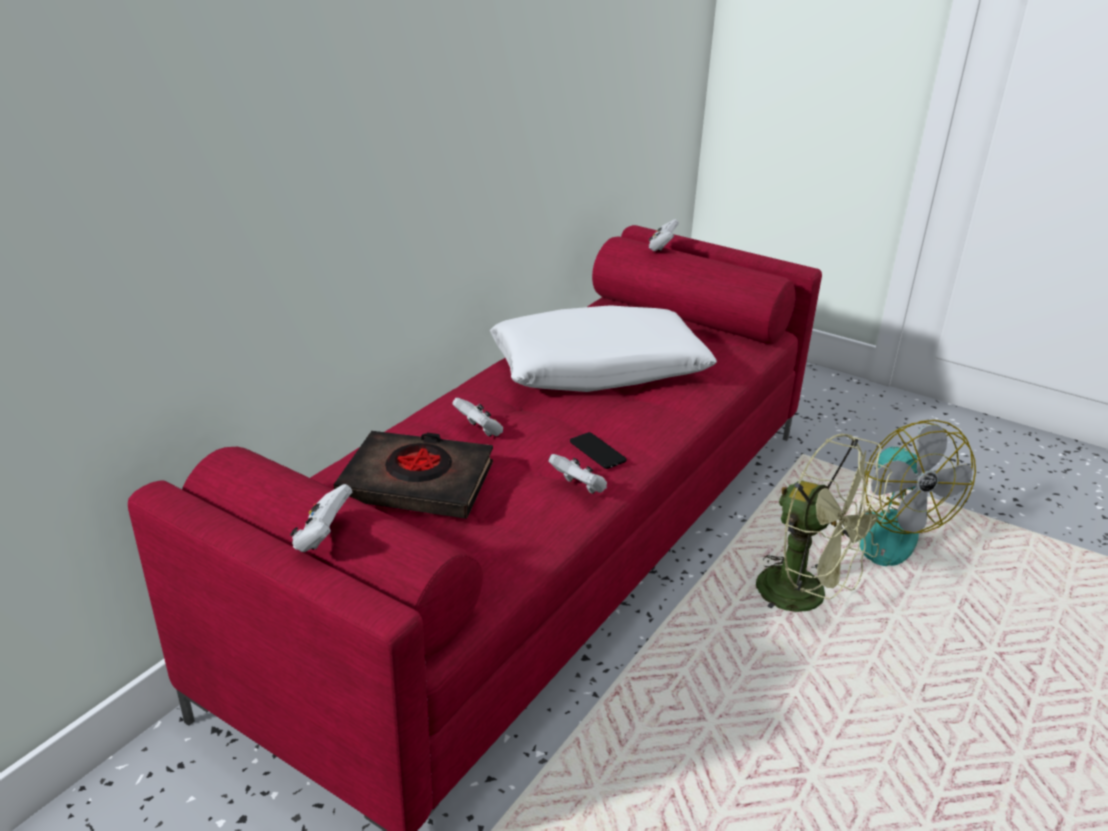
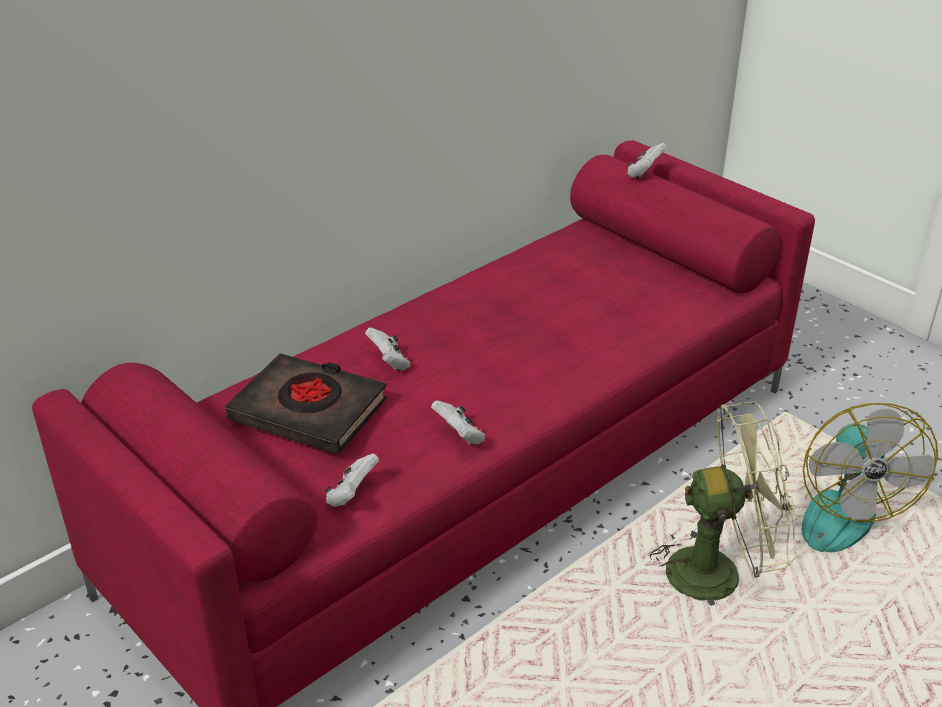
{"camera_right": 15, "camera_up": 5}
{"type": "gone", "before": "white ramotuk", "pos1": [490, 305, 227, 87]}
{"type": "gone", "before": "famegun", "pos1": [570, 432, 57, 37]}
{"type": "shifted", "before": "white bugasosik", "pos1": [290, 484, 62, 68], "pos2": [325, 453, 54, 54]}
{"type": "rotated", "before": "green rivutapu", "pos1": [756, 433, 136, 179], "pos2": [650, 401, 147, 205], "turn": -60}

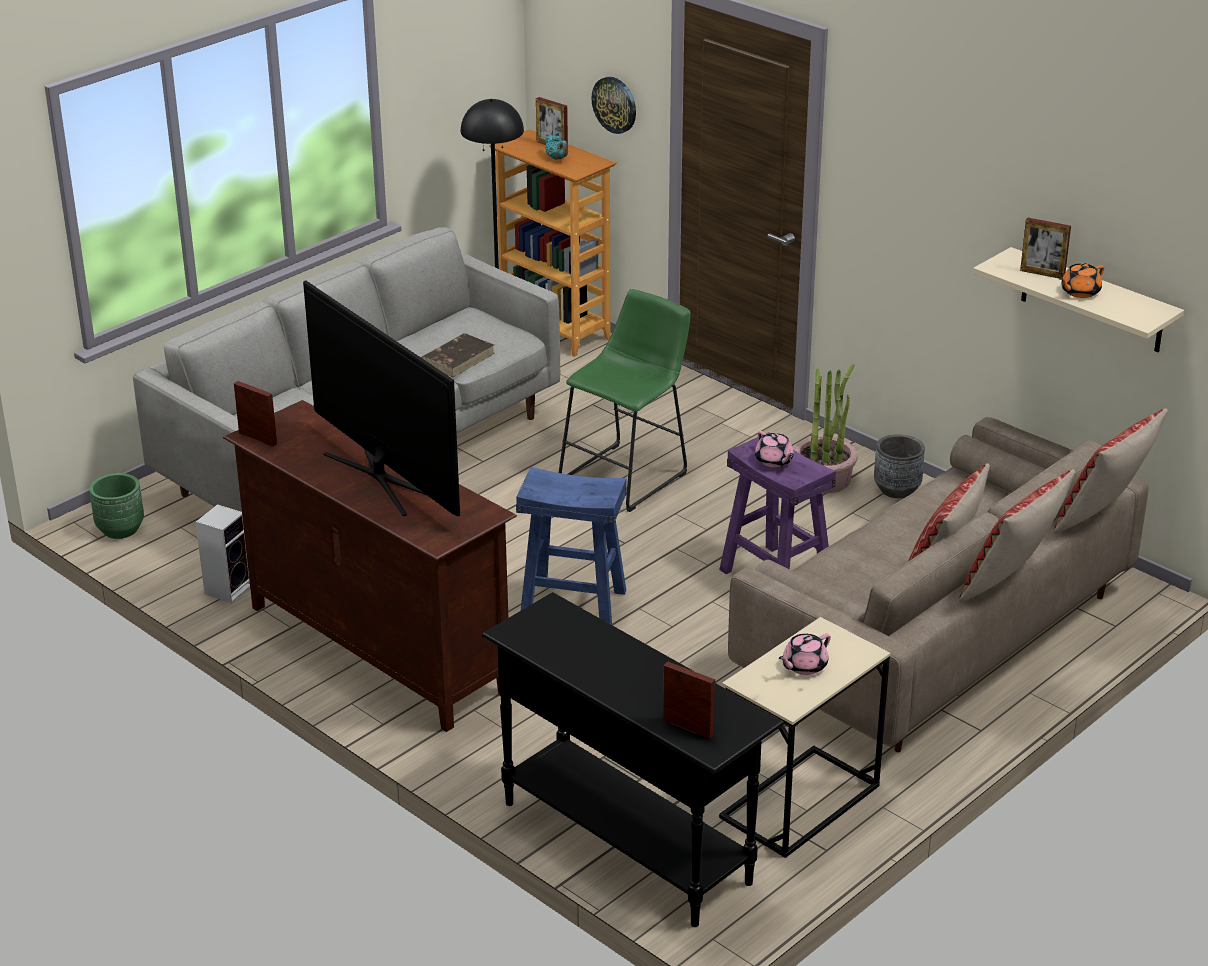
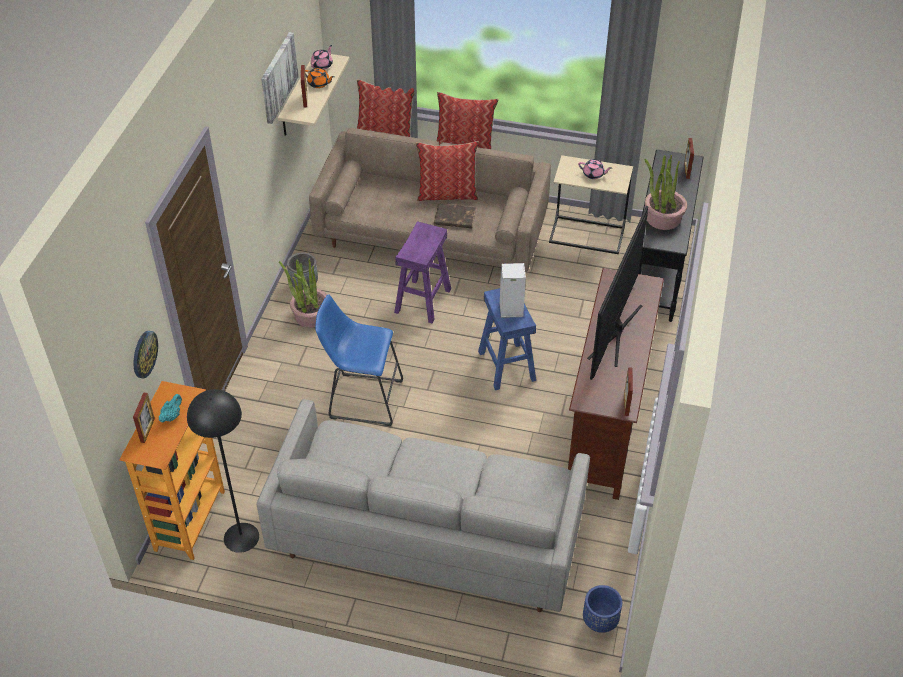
{"camera_right": -120, "camera_up": 15}
{"type": "new", "after": "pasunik", "pos2": [261, 32, 38, 92]}
{"type": "new", "after": "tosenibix", "pos2": [644, 155, 43, 75]}
{"type": "shifted", "before": "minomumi", "pos1": [196, 504, 54, 99], "pos2": [500, 263, 26, 55]}
{"type": "shifted", "before": "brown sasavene", "pos1": [421, 333, 74, 44], "pos2": [434, 204, 42, 24]}
{"type": "shifted", "before": "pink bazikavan", "pos1": [755, 431, 39, 36], "pos2": [311, 45, 22, 25]}
{"type": "repainted", "before": "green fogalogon", "after": "blue fogalogon", "pos1": [89, 473, 55, 66], "pos2": [583, 585, 39, 48]}
{"type": "repainted", "before": "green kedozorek", "after": "blue kedozorek", "pos1": [559, 289, 131, 223], "pos2": [315, 294, 88, 132]}

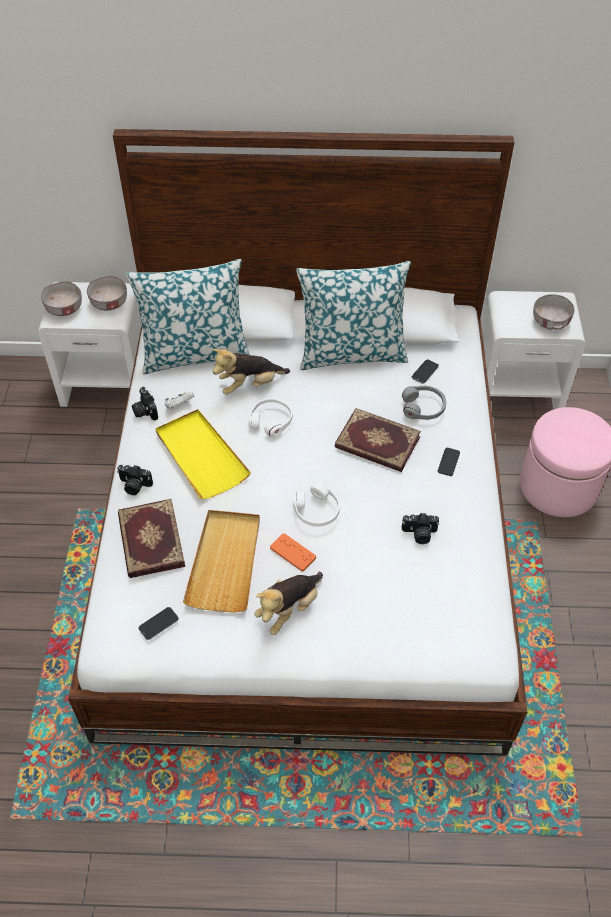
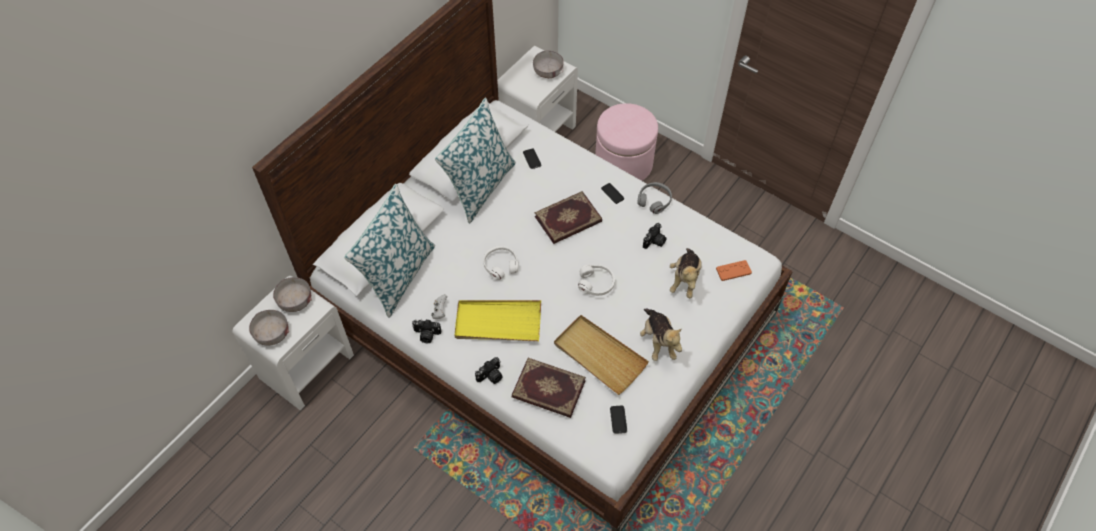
{"camera_right": -55, "camera_up": 5}
{"type": "shifted", "before": "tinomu", "pos1": [213, 349, 77, 46], "pos2": [670, 248, 32, 51]}
{"type": "shifted", "before": "orange bugasosik", "pos1": [270, 533, 46, 39], "pos2": [716, 260, 36, 21]}
{"type": "shifted", "before": "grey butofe", "pos1": [402, 386, 44, 34], "pos2": [637, 182, 35, 32]}

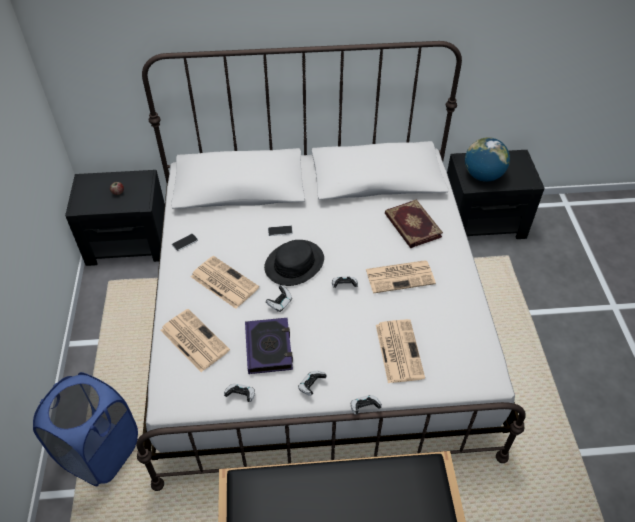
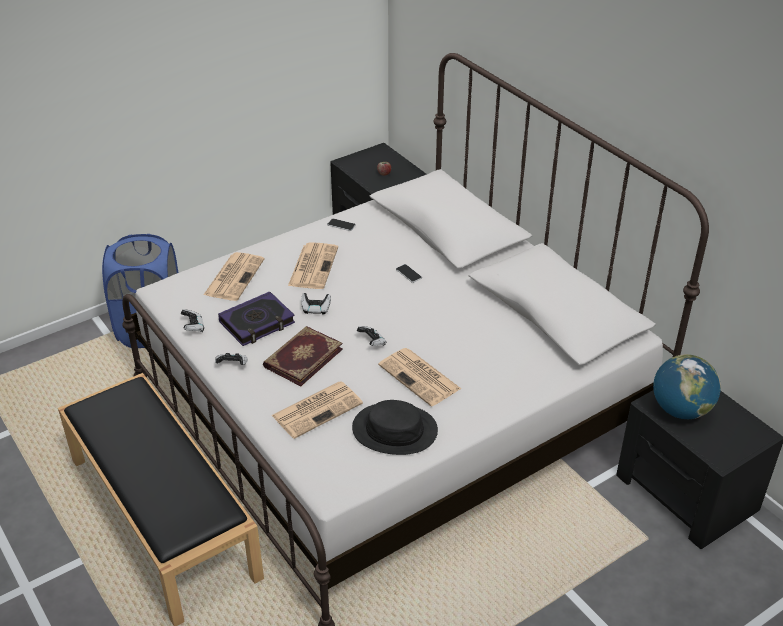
{"camera_right": 60, "camera_up": -10}
{"type": "gone", "before": "bugasosik", "pos1": [351, 395, 31, 20]}
{"type": "shifted", "before": "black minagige", "pos1": [264, 240, 60, 46], "pos2": [352, 400, 86, 55]}
{"type": "shifted", "before": "sasavene", "pos1": [385, 199, 58, 49], "pos2": [263, 326, 80, 60]}

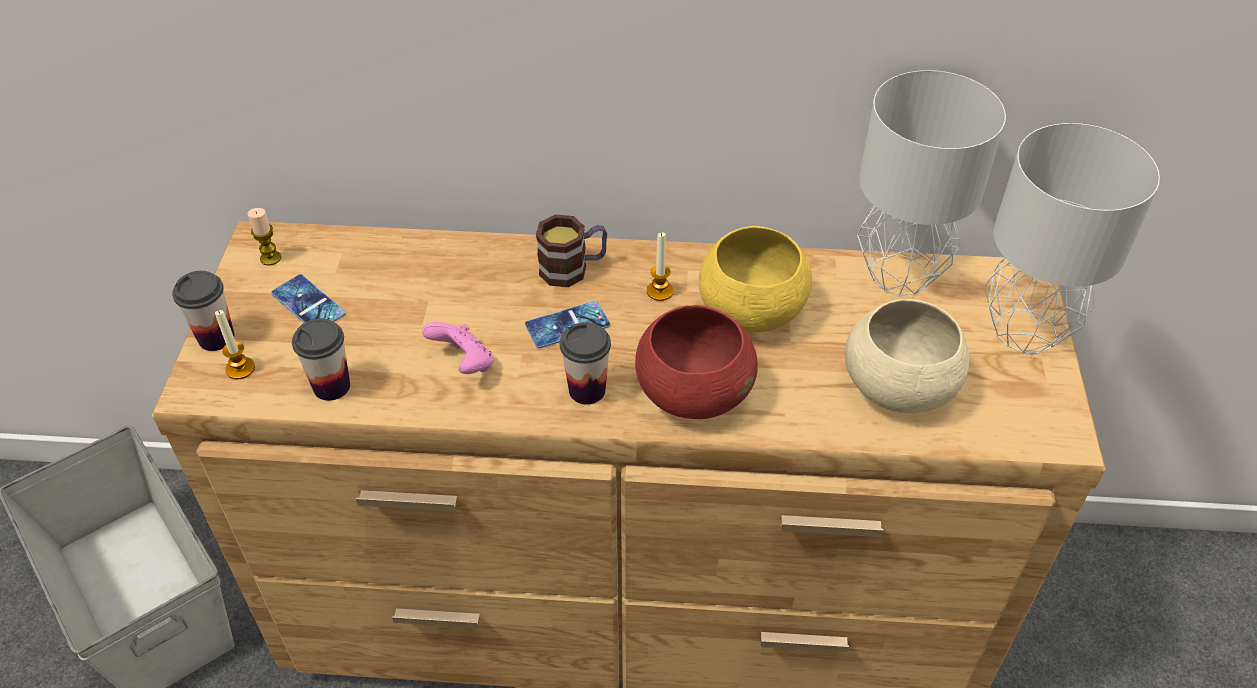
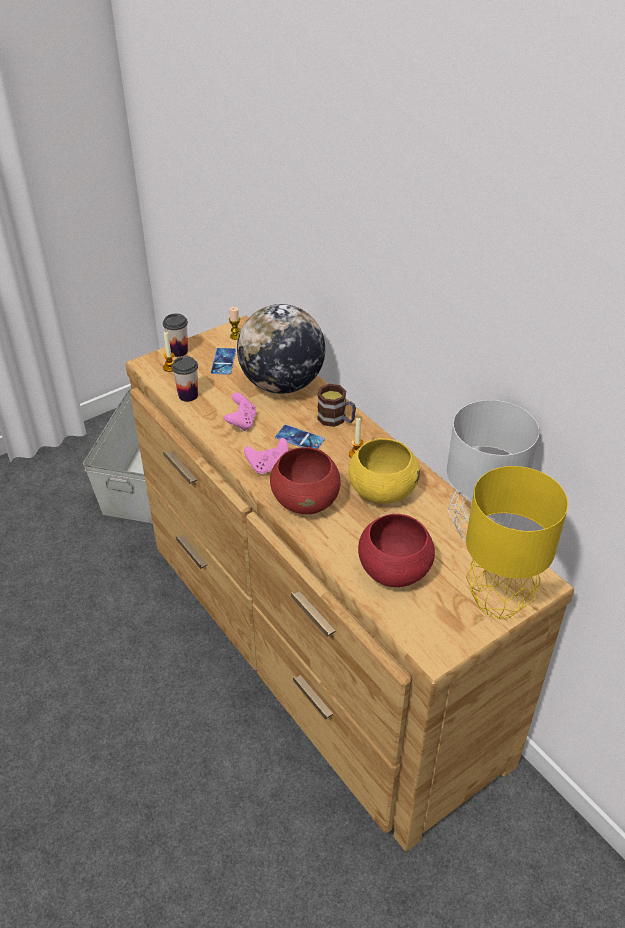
{"camera_right": 50, "camera_up": -5}
{"type": "new", "after": "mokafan", "pos2": [237, 304, 88, 90]}
{"type": "swapped", "before": "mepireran", "after": "pink bugasosik", "pos1": [560, 322, 51, 83], "pos2": [244, 438, 45, 36]}
{"type": "repainted", "before": "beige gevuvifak", "after": "red gevuvifak", "pos1": [845, 299, 124, 114], "pos2": [358, 514, 77, 73]}
{"type": "repainted", "before": "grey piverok", "after": "yellow piverok", "pos1": [984, 123, 176, 230], "pos2": [466, 466, 102, 153]}

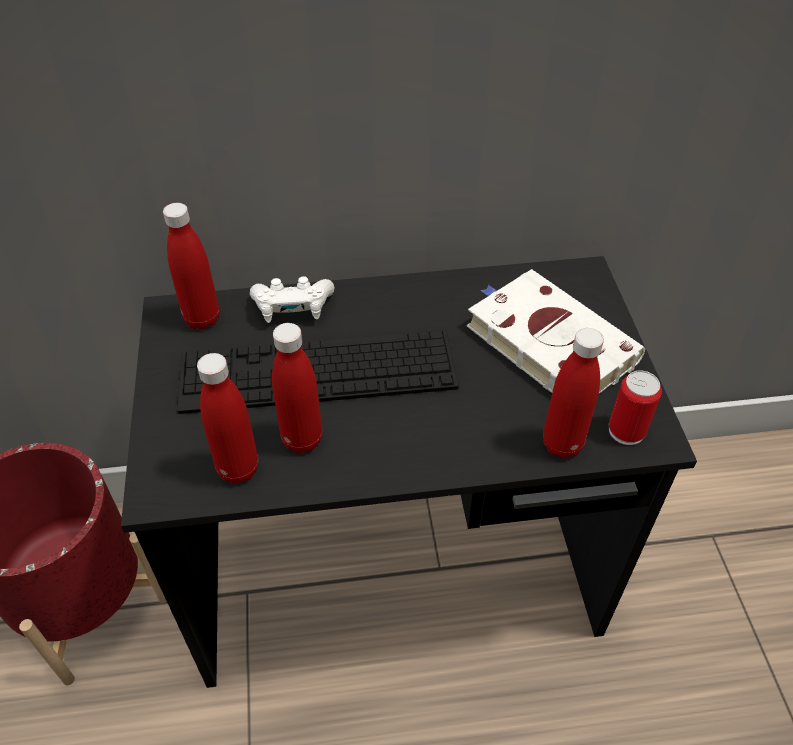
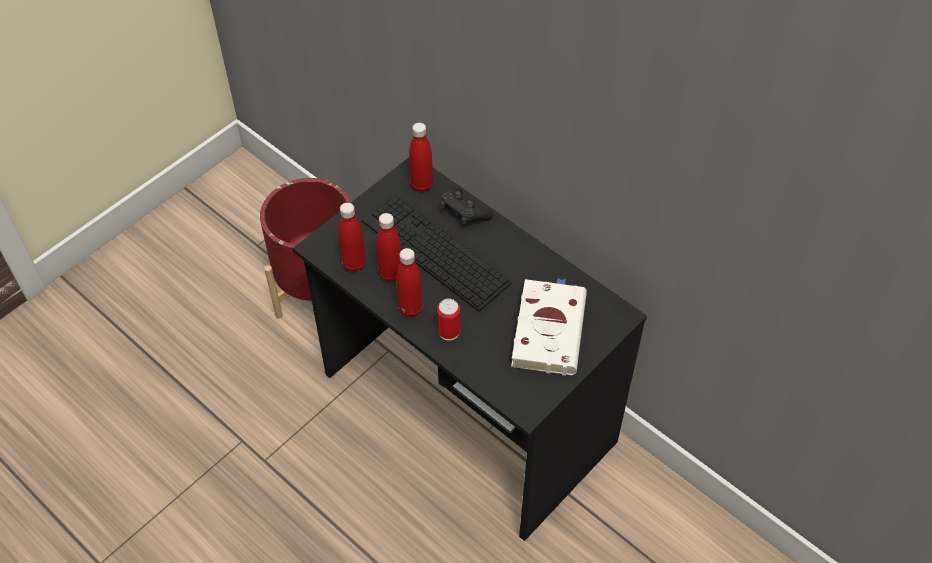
{"camera_right": 50, "camera_up": 5}
{"type": "shifted", "before": "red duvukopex", "pos1": [543, 328, 61, 131], "pos2": [396, 248, 27, 69]}
{"type": "shifted", "before": "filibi", "pos1": [609, 370, 53, 75], "pos2": [437, 299, 23, 42]}
{"type": "repainted", "before": "white bugasosik", "after": "black bugasosik", "pos1": [250, 276, 85, 47], "pos2": [440, 187, 53, 40]}

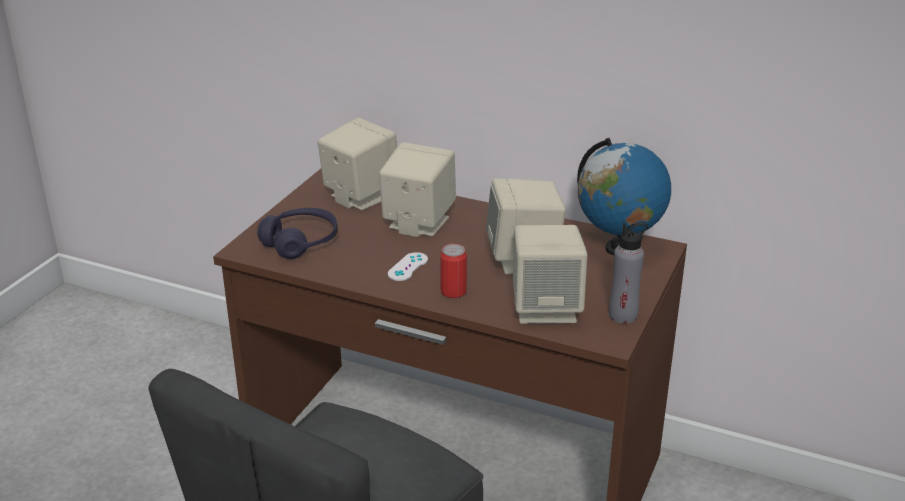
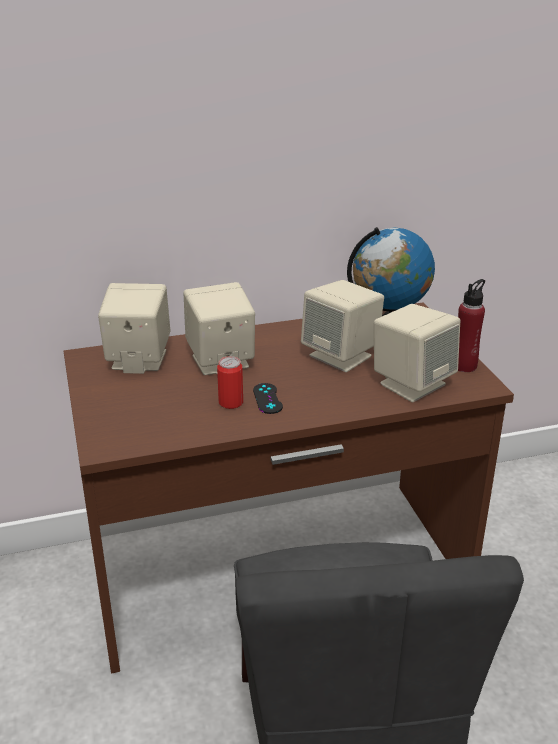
{"camera_right": -40, "camera_up": 0}
{"type": "gone", "before": "purple butofe", "pos1": [257, 208, 81, 51]}
{"type": "shifted", "before": "filibi", "pos1": [440, 244, 27, 54], "pos2": [217, 356, 26, 53]}
{"type": "repainted", "before": "white bugasosik", "after": "black bugasosik", "pos1": [387, 252, 41, 29], "pos2": [253, 383, 30, 31]}
{"type": "repainted", "before": "grey duvukopex", "after": "red duvukopex", "pos1": [609, 222, 39, 102], "pos2": [458, 279, 27, 93]}

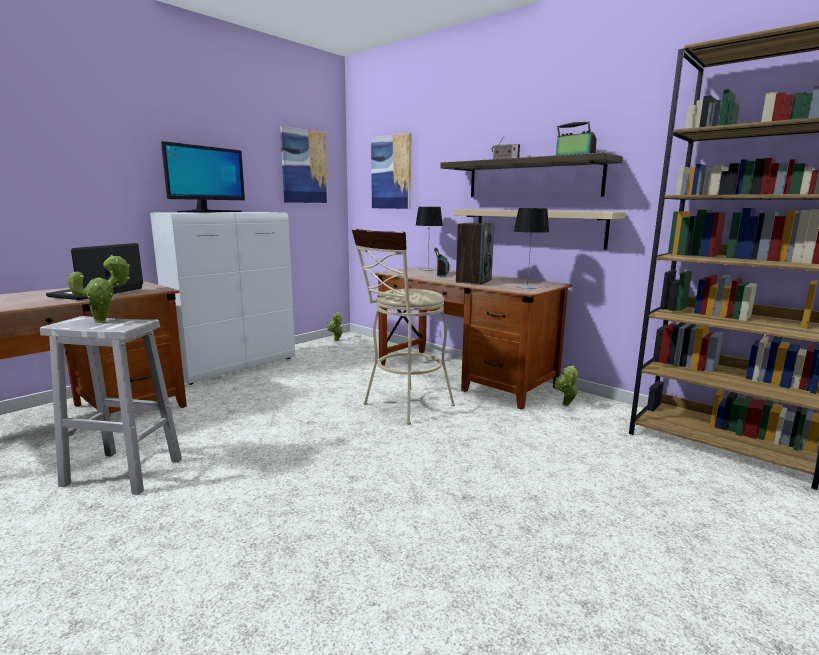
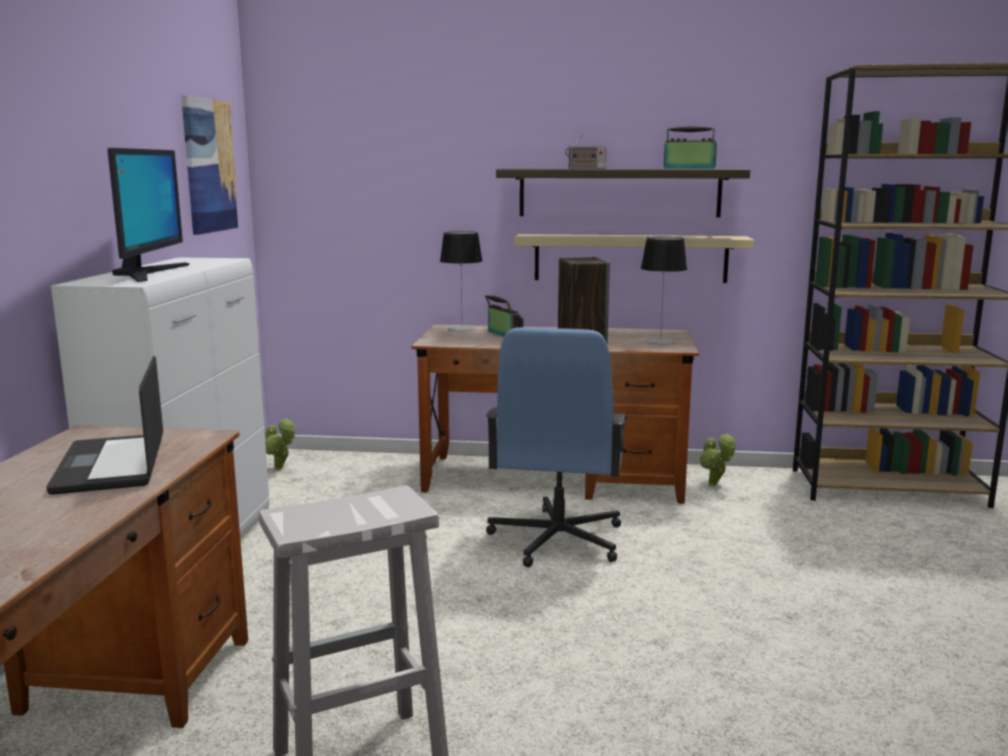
{"camera_right": -35, "camera_up": 0}
{"type": "gone", "before": "tosenibix", "pos1": [67, 255, 64, 68]}
{"type": "gone", "before": "pasunik", "pos1": [371, 133, 40, 76]}
{"type": "swapped", "before": "beige kedozorek", "after": "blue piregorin", "pos1": [352, 229, 103, 196], "pos2": [486, 327, 141, 241]}

